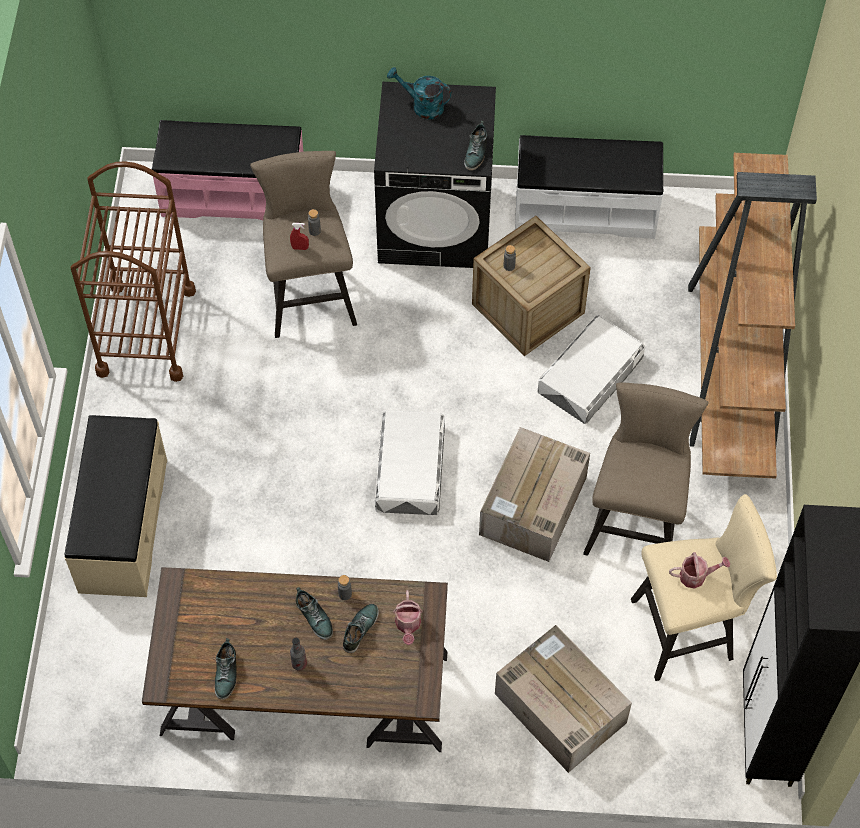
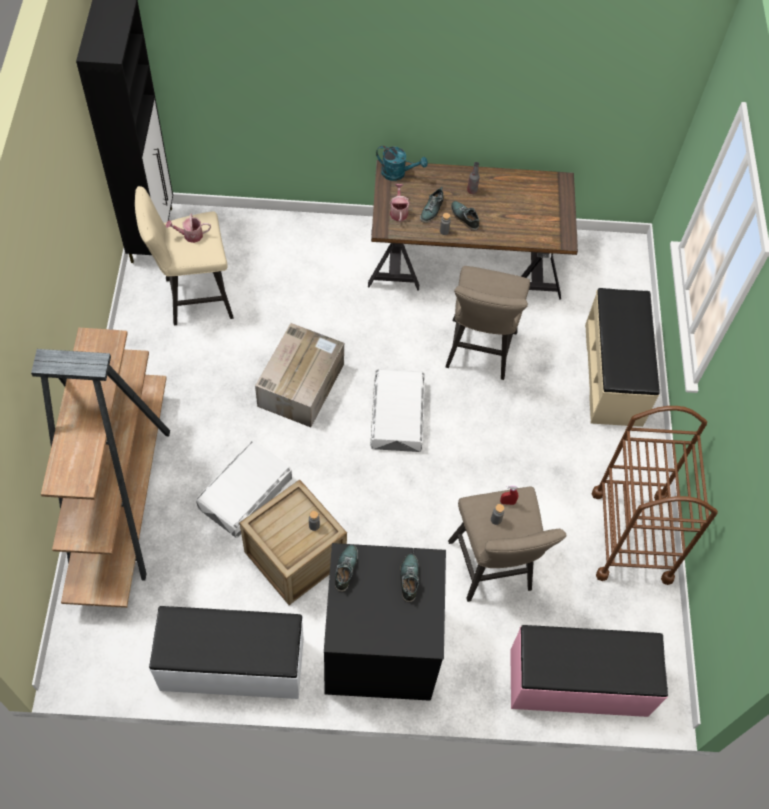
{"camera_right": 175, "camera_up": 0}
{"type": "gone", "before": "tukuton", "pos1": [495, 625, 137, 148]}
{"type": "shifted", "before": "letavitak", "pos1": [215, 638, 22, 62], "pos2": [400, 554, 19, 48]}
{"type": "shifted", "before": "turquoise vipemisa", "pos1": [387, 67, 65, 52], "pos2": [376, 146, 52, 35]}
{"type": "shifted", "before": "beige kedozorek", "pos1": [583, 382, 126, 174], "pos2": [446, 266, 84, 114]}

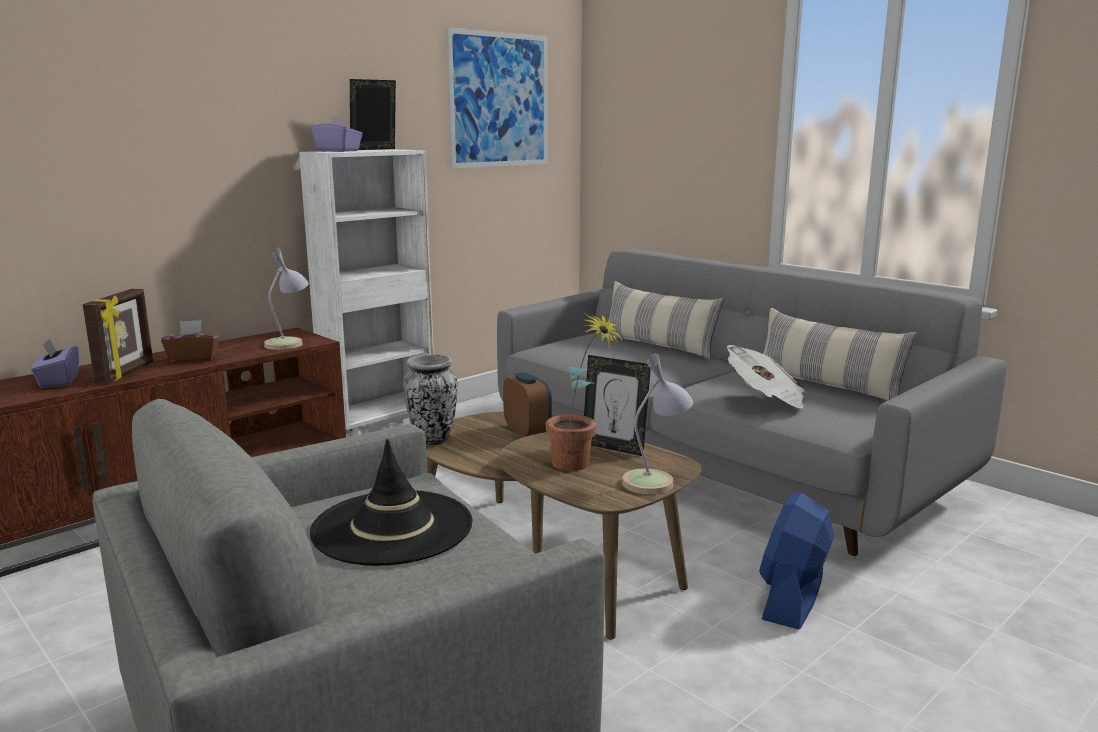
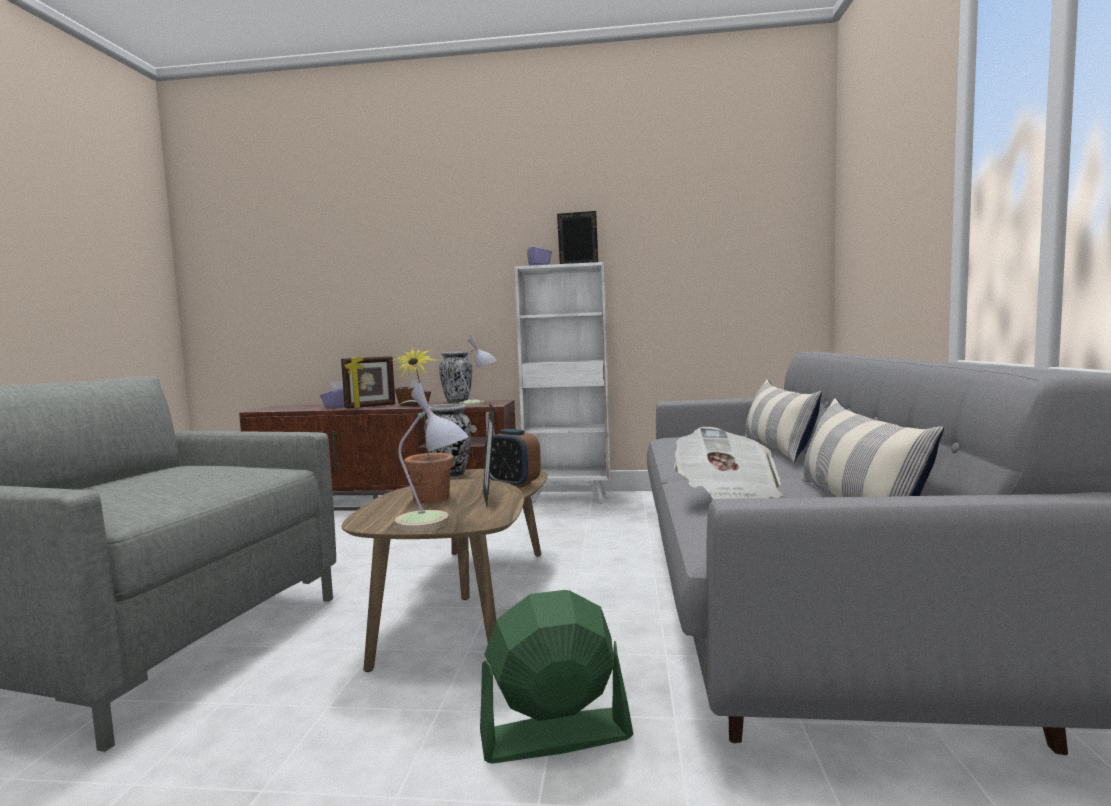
{"camera_right": 50, "camera_up": -10}
{"type": "gone", "before": "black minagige", "pos1": [310, 439, 163, 127]}
{"type": "gone", "before": "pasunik", "pos1": [446, 27, 102, 142]}
{"type": "new", "after": "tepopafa", "pos2": [439, 351, 33, 52]}
{"type": "repainted", "before": "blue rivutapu", "after": "green rivutapu", "pos1": [759, 493, 75, 137], "pos2": [480, 590, 153, 174]}
{"type": "rotated", "before": "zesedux", "pos1": [503, 372, 49, 65], "pos2": [485, 429, 56, 59], "turn": 105}

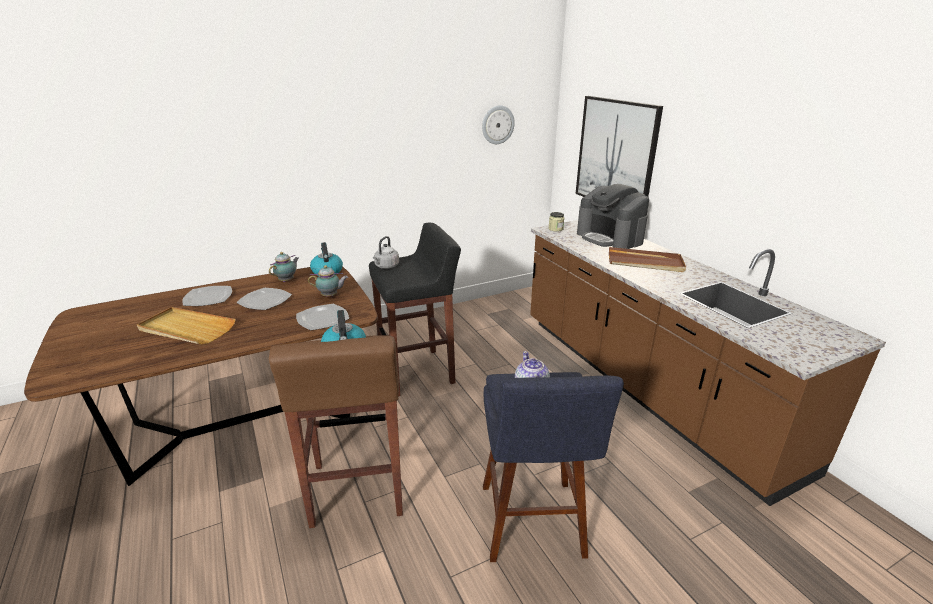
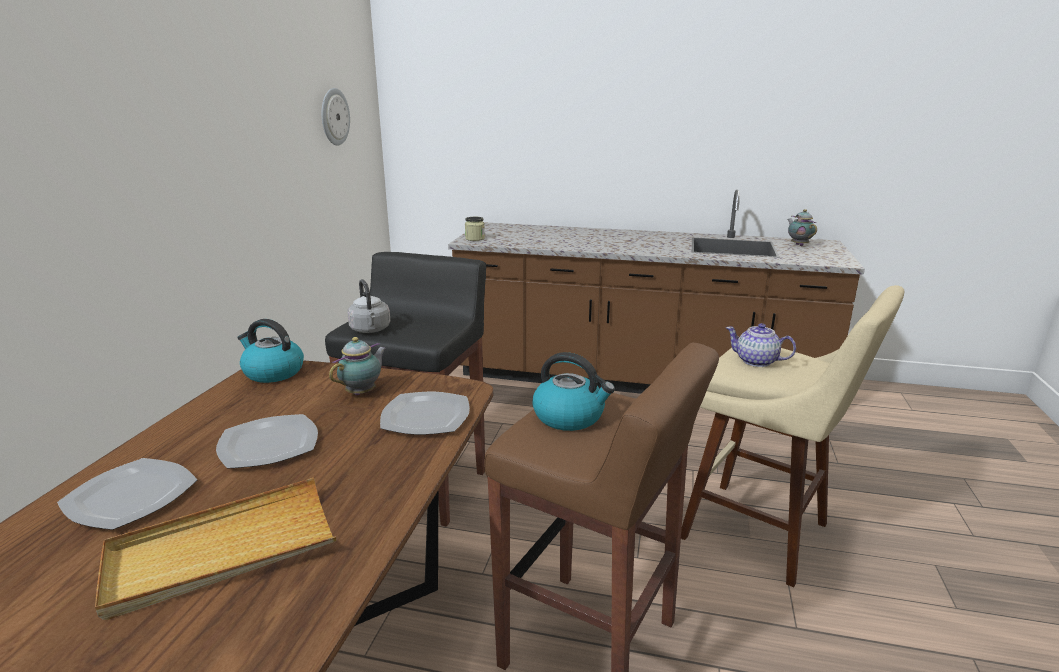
{"camera_right": -50, "camera_up": -5}
{"type": "gone", "before": "pasunik", "pos1": [576, 96, 87, 101]}
{"type": "gone", "before": "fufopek", "pos1": [577, 184, 72, 65]}
{"type": "gone", "before": "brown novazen", "pos1": [609, 247, 77, 25]}
{"type": "shifted", "before": "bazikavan", "pos1": [269, 252, 30, 30], "pos2": [787, 209, 30, 37]}
{"type": "repainted", "before": "blue kedozorek", "after": "beige kedozorek", "pos1": [483, 372, 141, 190], "pos2": [681, 285, 224, 303]}

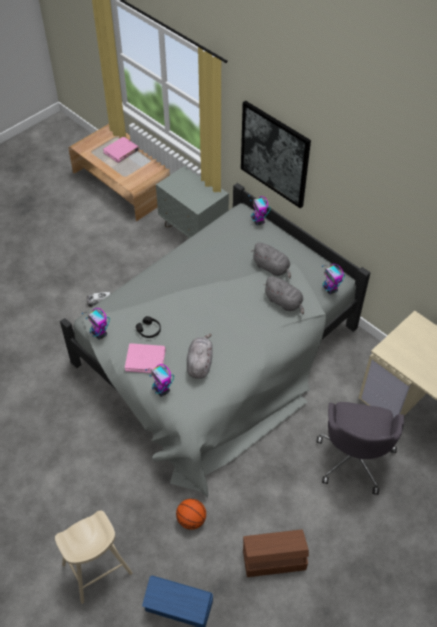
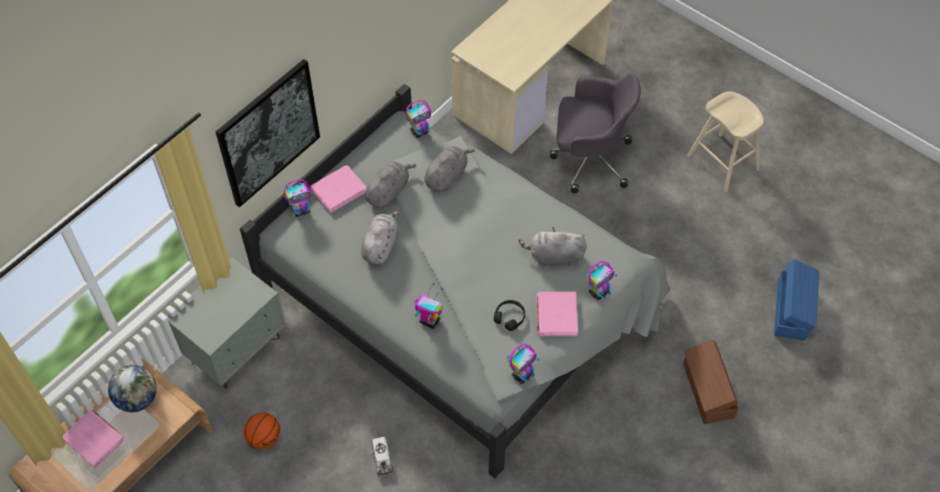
{"camera_right": -95, "camera_up": 5}
{"type": "new", "after": "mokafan", "pos2": [108, 365, 49, 47]}
{"type": "new", "after": "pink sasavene", "pos2": [311, 165, 56, 48]}
{"type": "new", "after": "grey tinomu", "pos2": [361, 211, 40, 54]}
{"type": "new", "after": "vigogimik", "pos2": [414, 283, 30, 46]}
{"type": "shifted", "before": "beige kedozorek", "pos1": [55, 511, 78, 93], "pos2": [687, 91, 77, 101]}
{"type": "shifted", "before": "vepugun", "pos1": [176, 499, 30, 31], "pos2": [243, 413, 37, 37]}
{"type": "shifted", "before": "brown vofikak", "pos1": [243, 529, 66, 48], "pos2": [683, 339, 55, 85]}

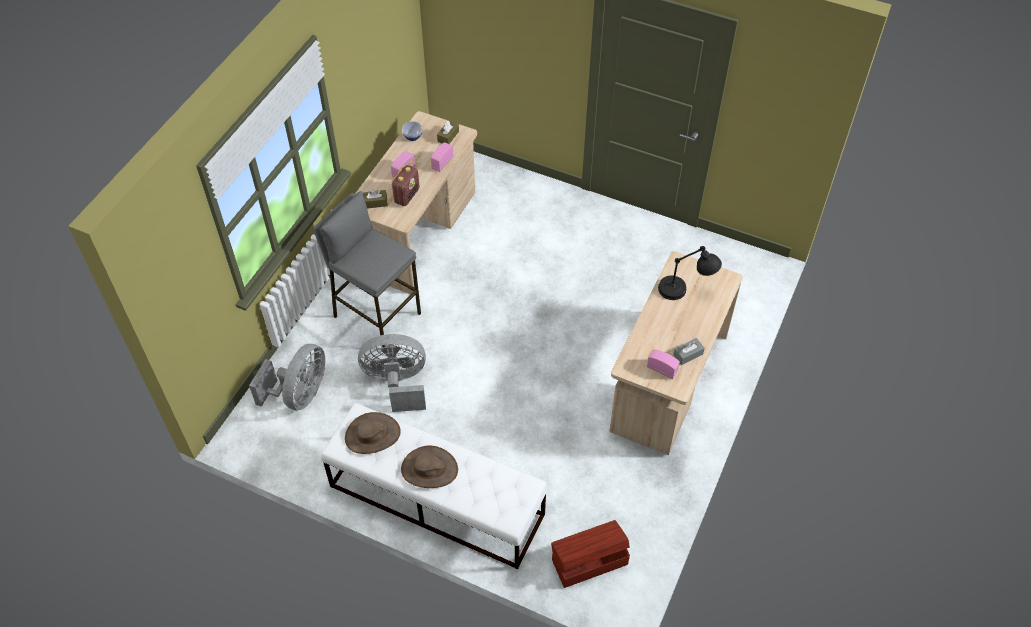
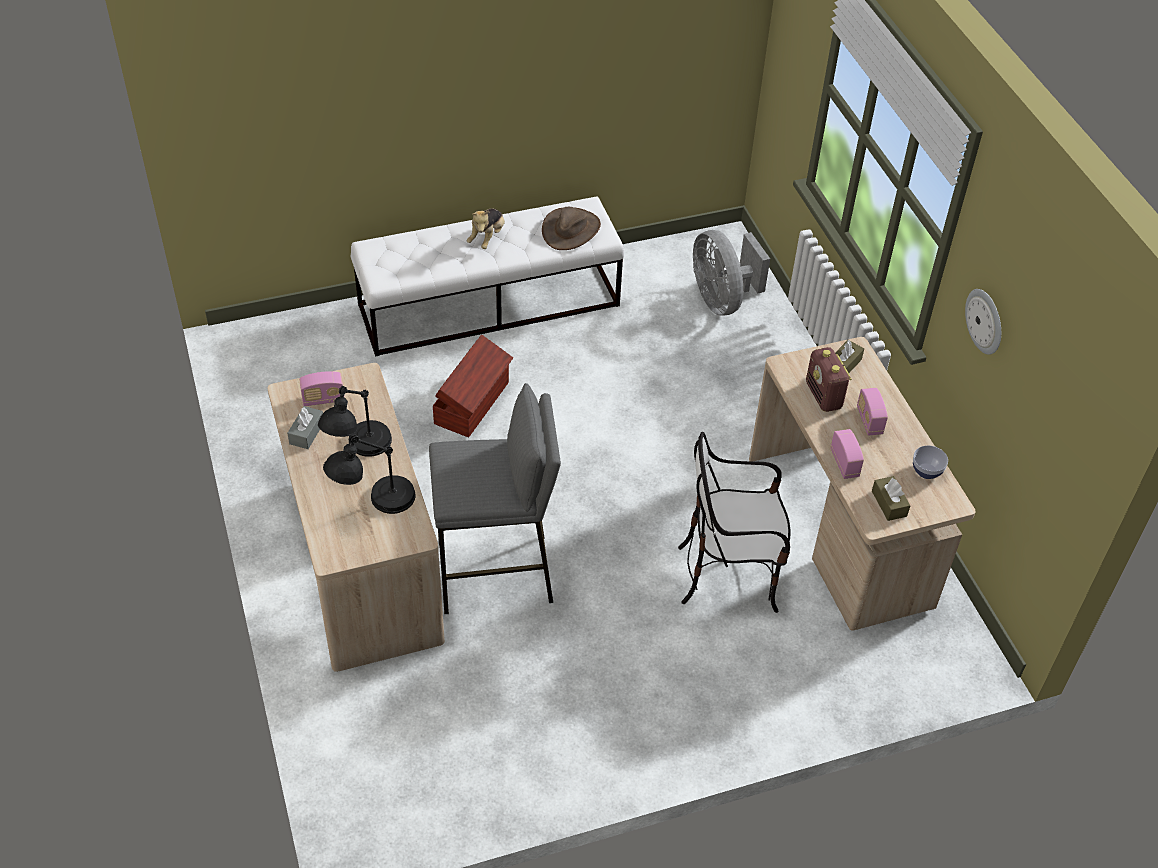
{"camera_right": 135, "camera_up": -5}
{"type": "gone", "before": "grey rivutapu", "pos1": [358, 334, 68, 78]}
{"type": "new", "after": "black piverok", "pos2": [318, 386, 74, 71]}
{"type": "new", "after": "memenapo", "pos2": [678, 432, 113, 181]}
{"type": "new", "after": "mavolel", "pos2": [965, 289, 36, 66]}
{"type": "shifted", "before": "grey kedozorek", "pos1": [313, 191, 108, 156], "pos2": [429, 383, 132, 231]}
{"type": "shifted", "before": "brown vofikak", "pos1": [551, 520, 79, 68], "pos2": [433, 335, 80, 102]}
{"type": "swapped", "before": "brown minagige", "after": "tinomu", "pos1": [401, 446, 57, 42], "pos2": [467, 208, 38, 41]}

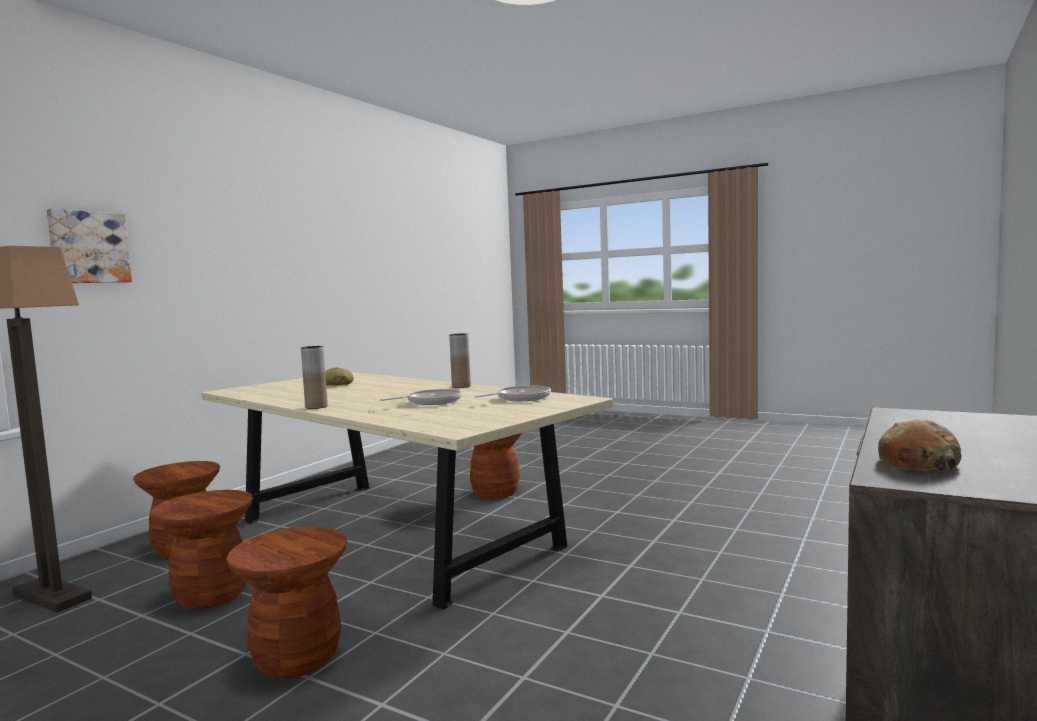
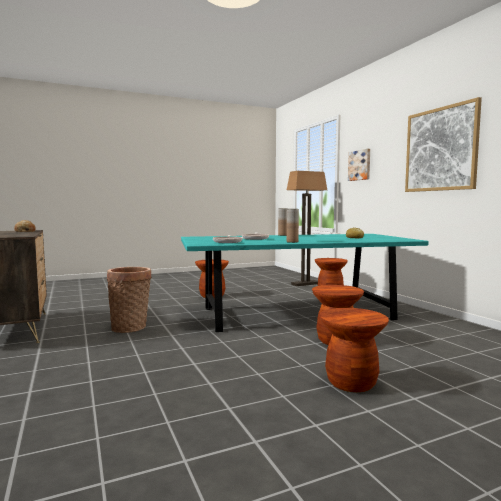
{"camera_right": 125, "camera_up": 0}
{"type": "new", "after": "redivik", "pos2": [107, 267, 45, 66]}
{"type": "new", "after": "pasunik", "pos2": [405, 97, 77, 95]}
{"type": "shifted", "before": "brown kedozorek", "pos1": [150, 490, 103, 119], "pos2": [319, 308, 70, 84]}
{"type": "repainted", "before": "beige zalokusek", "after": "turquoise zalokusek", "pos1": [201, 372, 413, 238], "pos2": [181, 234, 248, 98]}

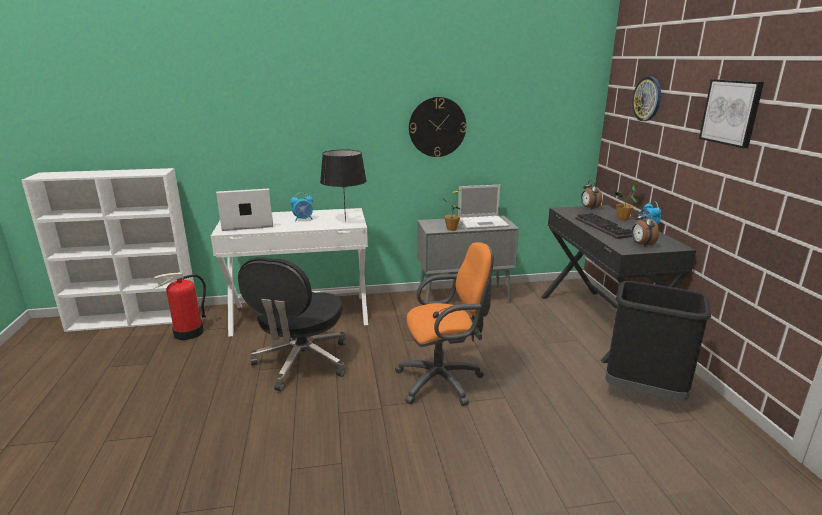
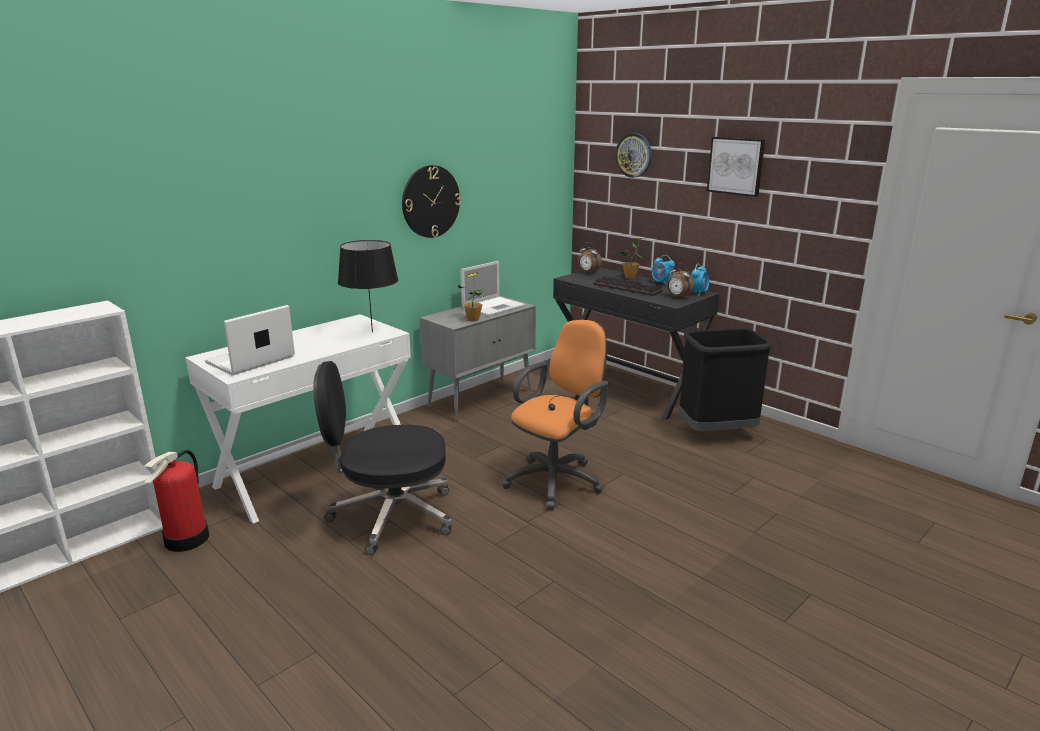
{"camera_right": -35, "camera_up": 0}
{"type": "shifted", "before": "zesedux", "pos1": [290, 192, 23, 30], "pos2": [691, 264, 18, 32]}
{"type": "rotated", "before": "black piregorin", "pos1": [238, 257, 108, 134], "pos2": [313, 361, 139, 194], "turn": 105}

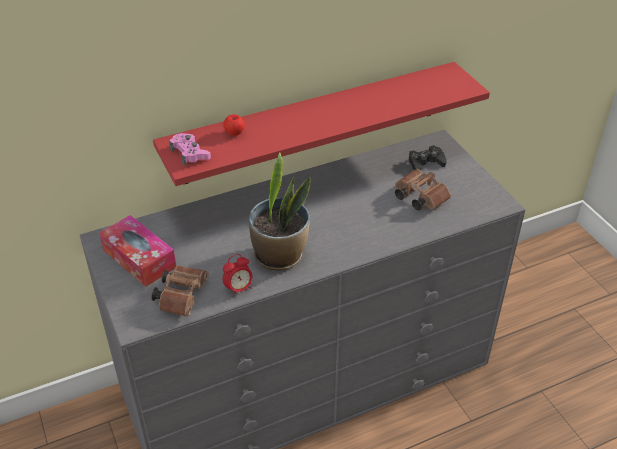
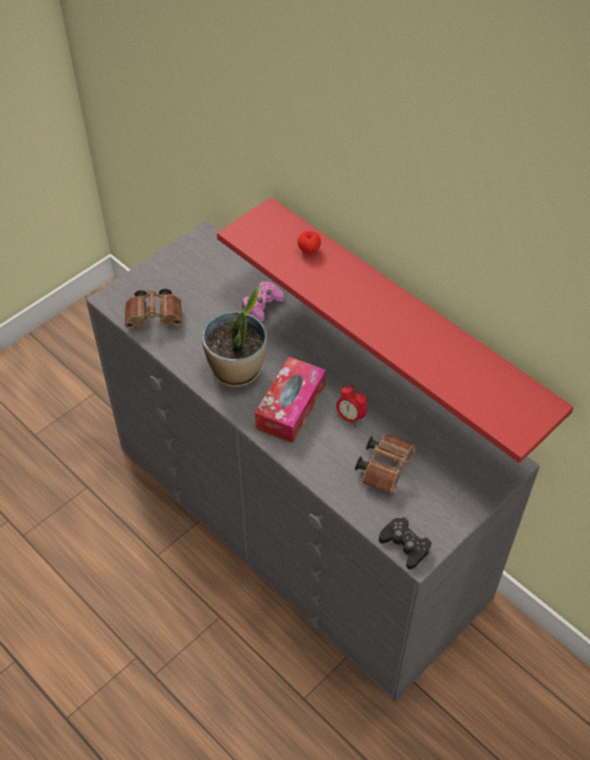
{"camera_right": 70, "camera_up": 10}
{"type": "shifted", "before": "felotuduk", "pos1": [99, 215, 77, 72], "pos2": [255, 357, 71, 86]}
{"type": "shifted", "before": "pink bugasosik", "pos1": [169, 133, 42, 33], "pos2": [242, 281, 42, 41]}
{"type": "shifted", "before": "zesedux", "pos1": [223, 254, 30, 43], "pos2": [336, 385, 31, 42]}
{"type": "shifted", "before": "black bugasosik", "pos1": [409, 145, 38, 25], "pos2": [379, 517, 52, 52]}

